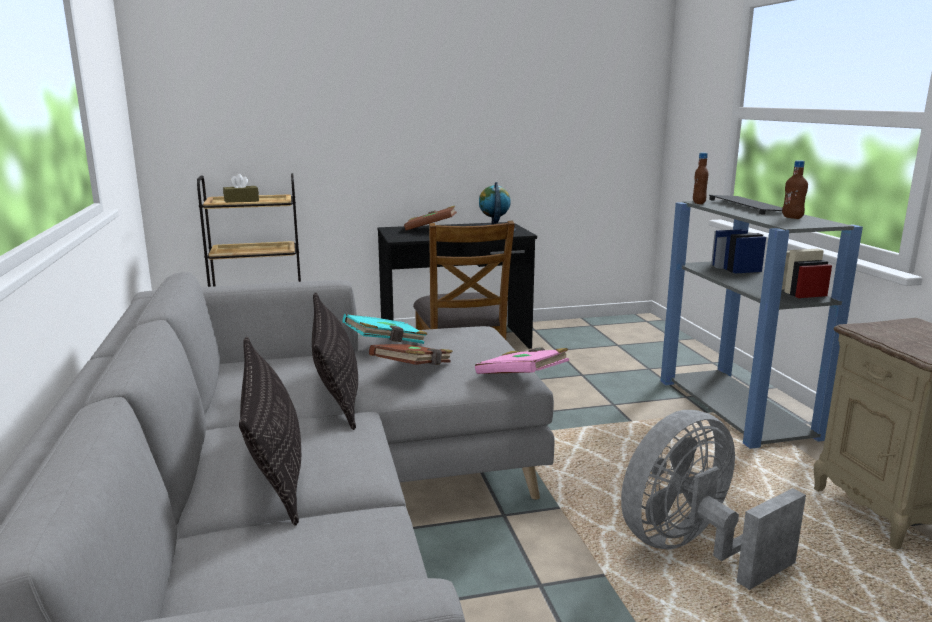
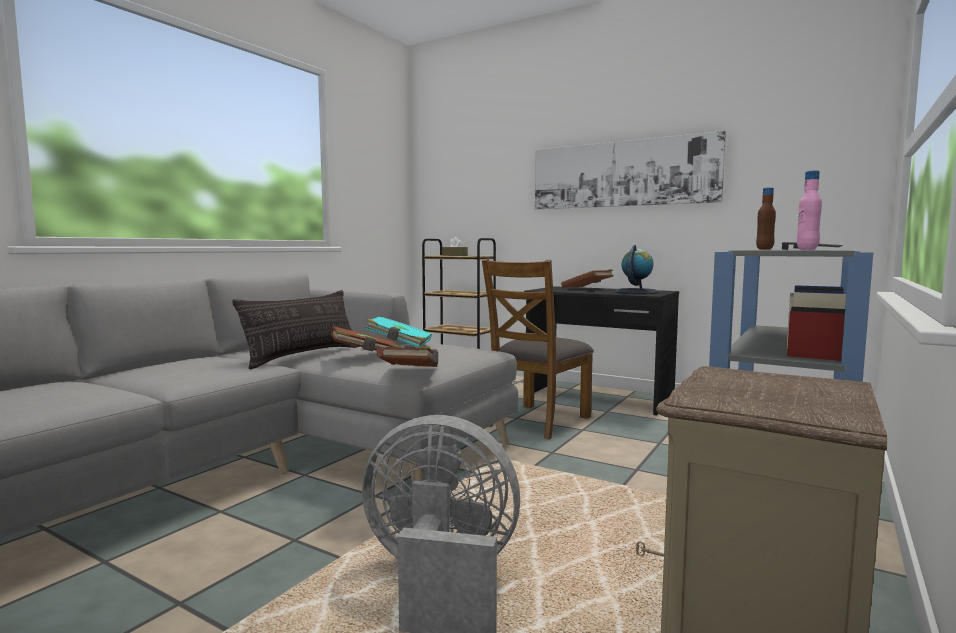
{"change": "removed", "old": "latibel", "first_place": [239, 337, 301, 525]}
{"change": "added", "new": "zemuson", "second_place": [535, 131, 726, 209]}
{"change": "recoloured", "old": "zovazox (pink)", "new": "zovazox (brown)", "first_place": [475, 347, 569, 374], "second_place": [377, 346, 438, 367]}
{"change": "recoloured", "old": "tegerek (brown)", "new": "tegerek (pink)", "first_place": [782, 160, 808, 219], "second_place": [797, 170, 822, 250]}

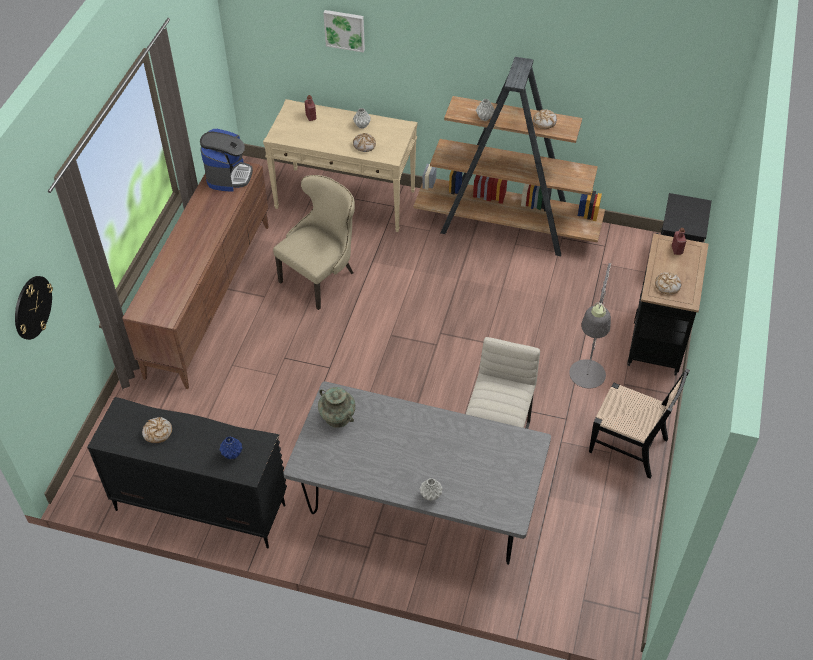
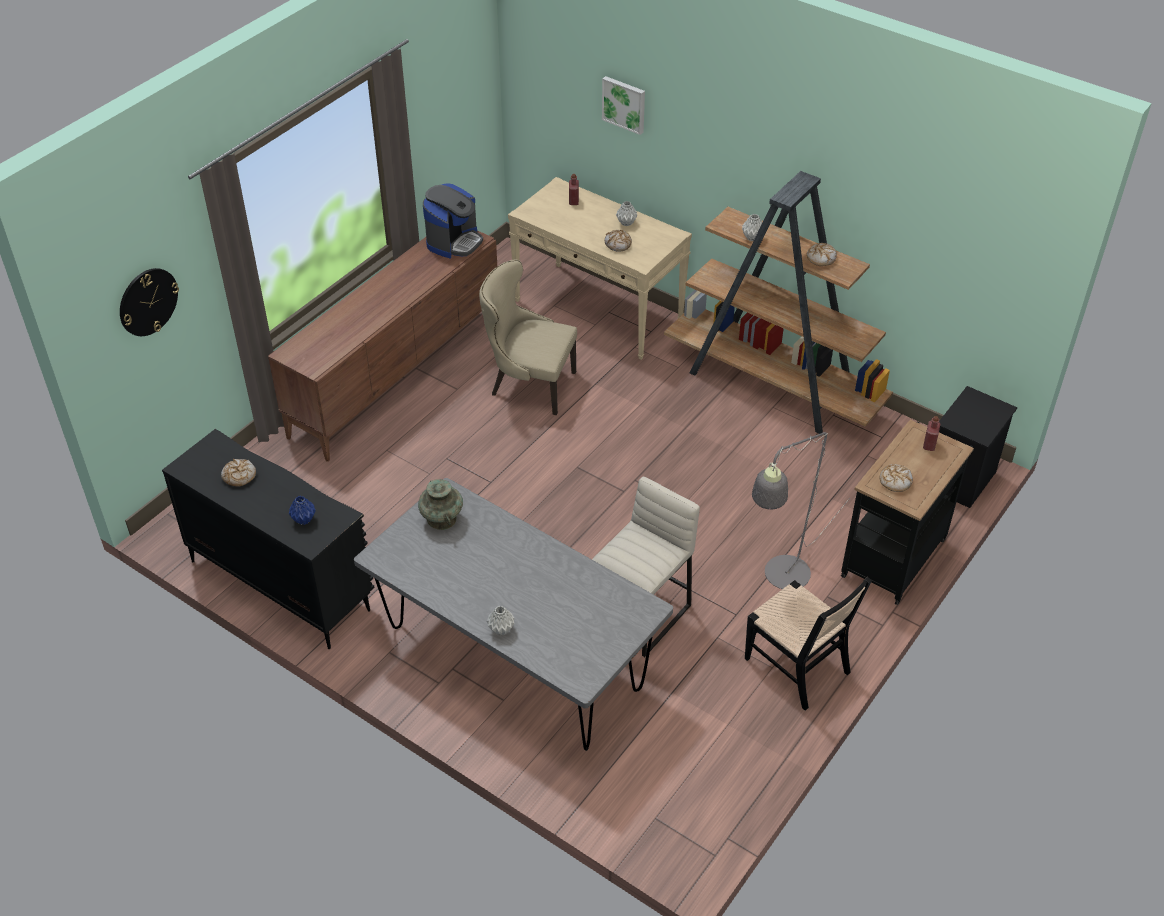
{"change": "turned", "old": "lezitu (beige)", "first_place": [273, 175, 355, 310], "second_place": [479, 259, 577, 415], "degrees": -135}

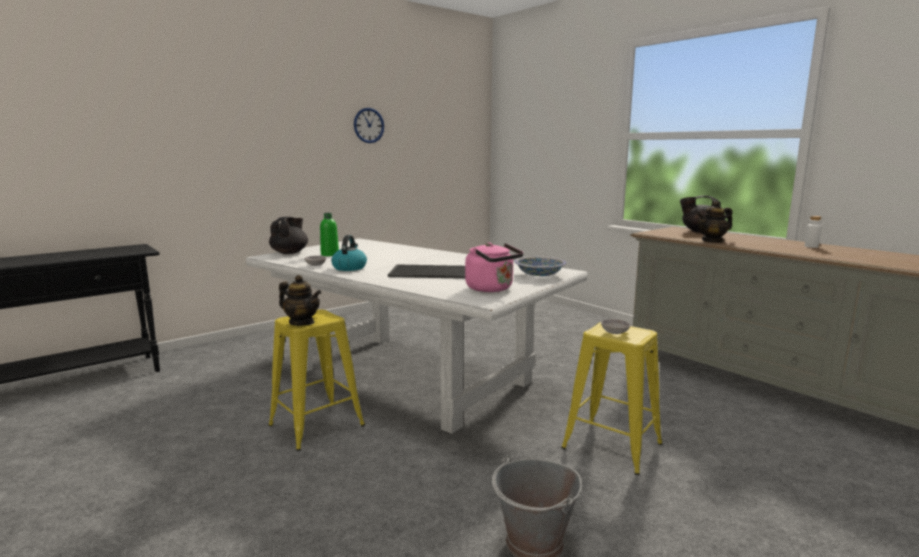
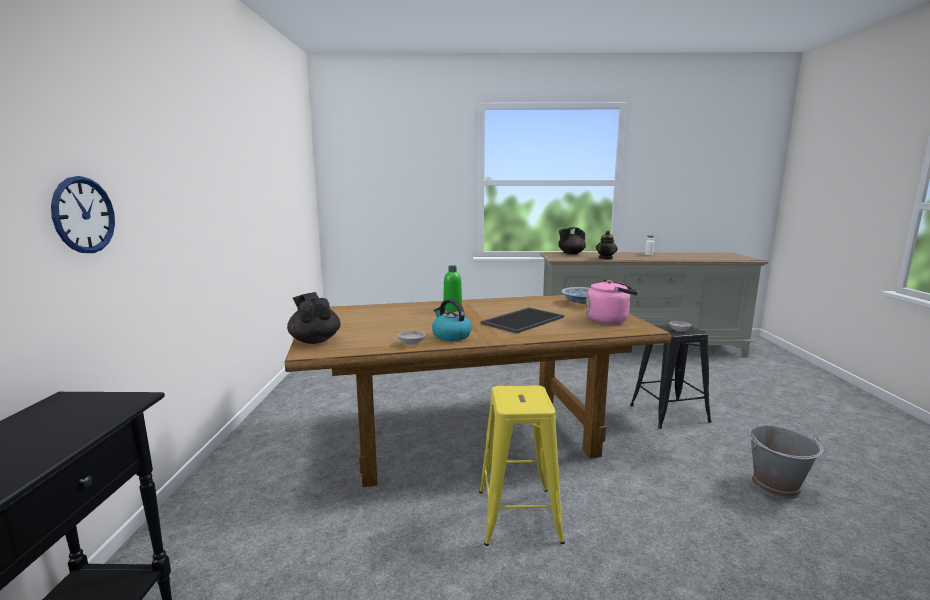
{"change": "removed", "old": "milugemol", "first_place": [279, 275, 321, 326]}
{"change": "moved", "old": "tegerek (green)", "first_place": [320, 213, 339, 256], "second_place": [443, 265, 462, 312]}
{"change": "moved", "old": "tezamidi", "first_place": [354, 108, 384, 143], "second_place": [51, 176, 115, 253]}
{"change": "recoloured", "old": "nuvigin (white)", "new": "nuvigin (brown)", "first_place": [246, 238, 587, 434], "second_place": [285, 295, 671, 487]}
{"change": "recoloured", "old": "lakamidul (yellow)", "new": "lakamidul (black)", "first_place": [561, 322, 662, 475], "second_place": [630, 324, 712, 429]}

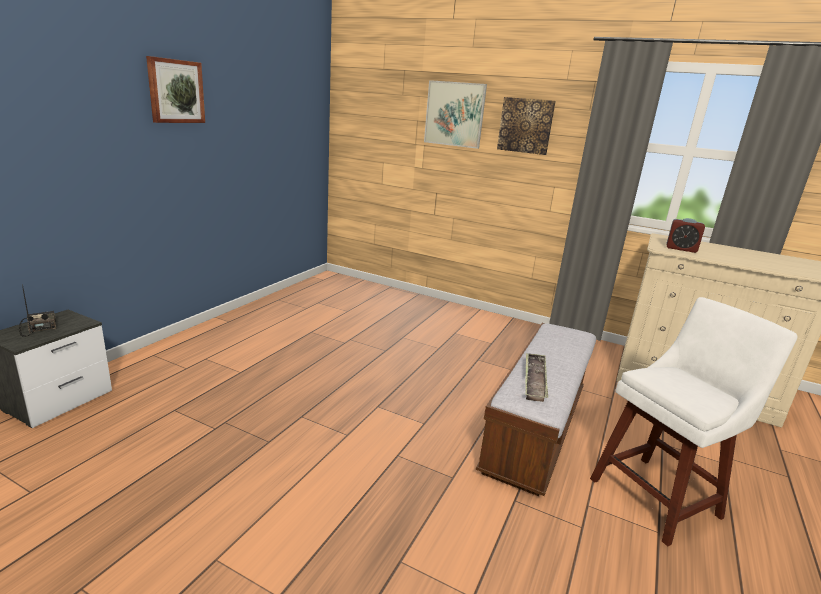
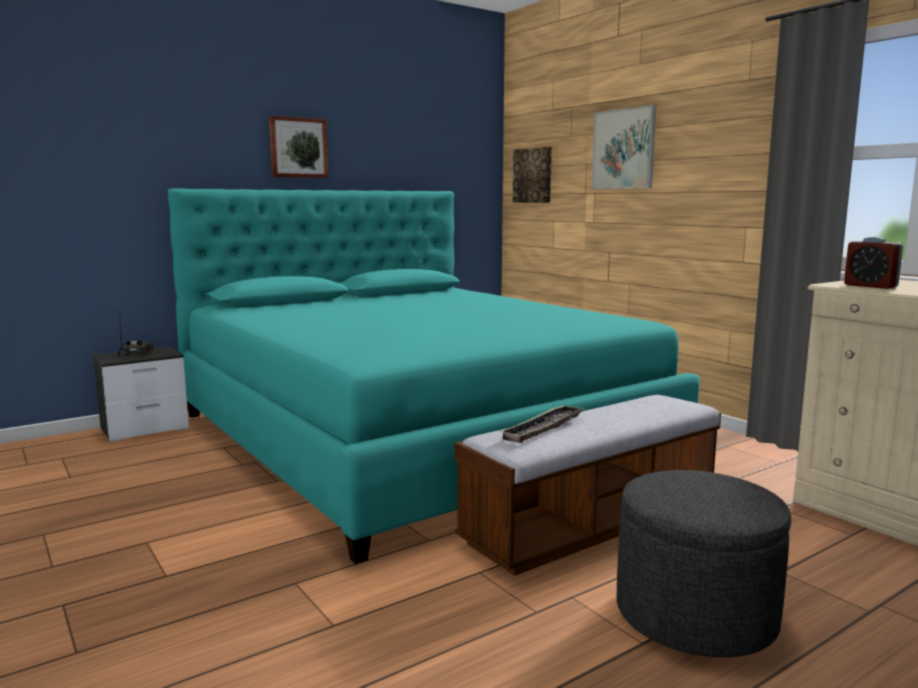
{"change": "added", "new": "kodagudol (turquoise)", "second_place": [168, 188, 700, 564]}
{"change": "moved", "old": "zemuson", "first_place": [497, 97, 556, 155], "second_place": [512, 147, 552, 203]}
{"change": "replaced", "old": "lezitu (white)", "new": "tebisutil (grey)", "first_place": [590, 297, 797, 547], "second_place": [617, 470, 791, 657]}

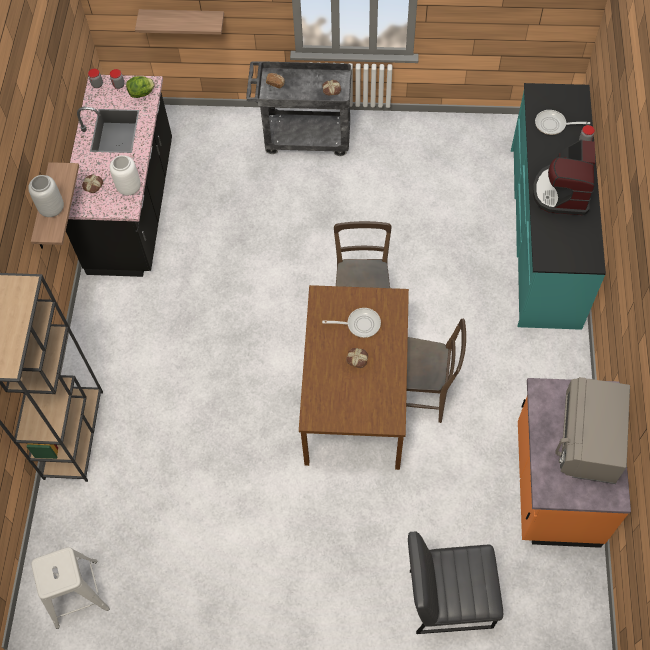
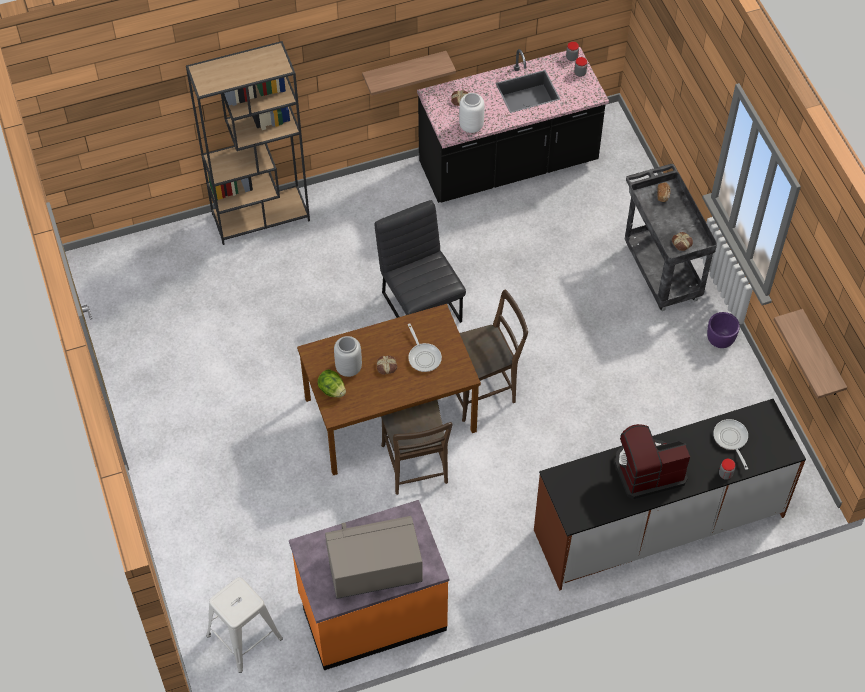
{"change": "added", "new": "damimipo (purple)", "second_place": [707, 312, 740, 348]}
{"change": "moved", "old": "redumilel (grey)", "first_place": [28, 175, 64, 217], "second_place": [334, 336, 362, 377]}
{"change": "moved", "old": "lakamidul (white)", "first_place": [31, 547, 110, 629], "second_place": [206, 577, 283, 673]}
{"change": "moved", "old": "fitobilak", "first_place": [126, 76, 155, 98], "second_place": [317, 369, 346, 397]}
{"change": "moved", "old": "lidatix", "first_place": [135, 9, 224, 35], "second_place": [774, 309, 847, 399]}
{"change": "moved", "old": "lezitu (grey)", "first_place": [408, 531, 503, 634], "second_place": [375, 200, 466, 323]}
{"change": "recoloured", "old": "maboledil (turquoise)", "new": "maboledil (brown)", "first_place": [511, 83, 606, 330], "second_place": [534, 399, 806, 590]}

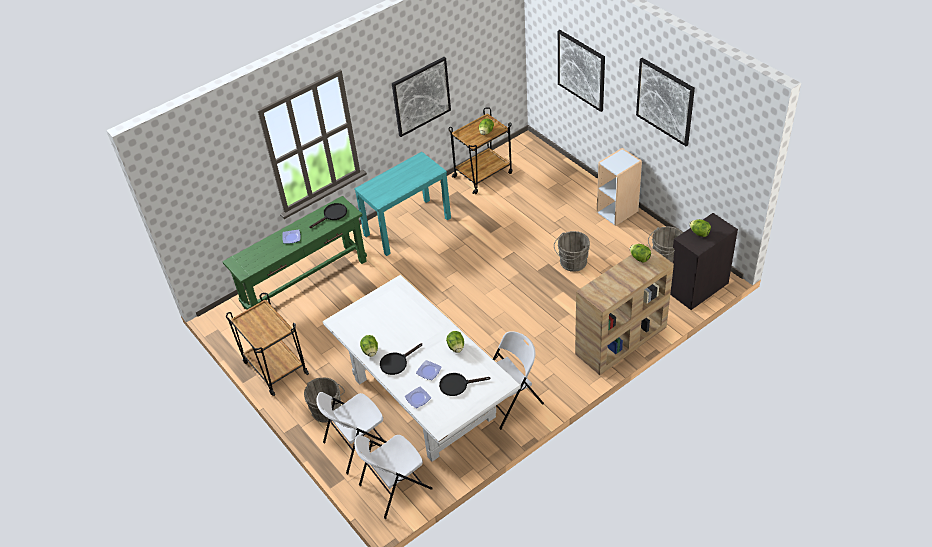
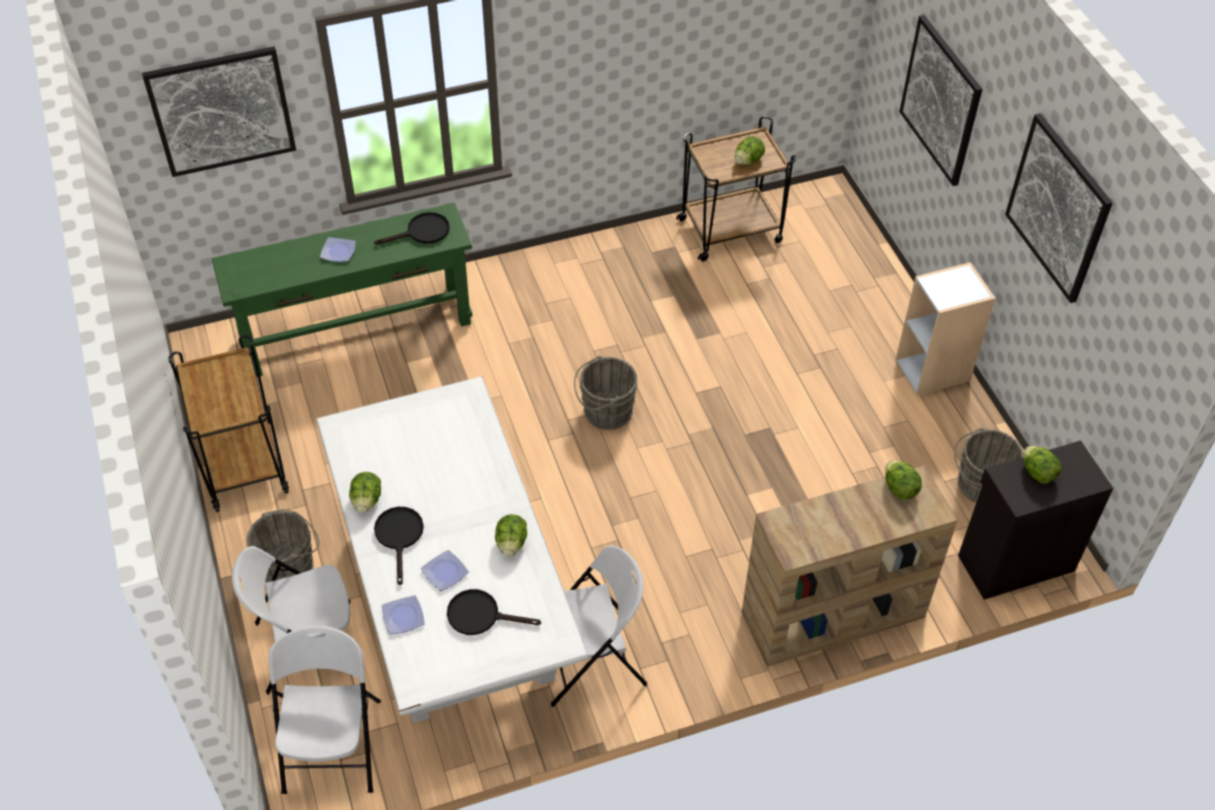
{"change": "removed", "old": "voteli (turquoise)", "first_place": [354, 152, 451, 256]}
{"change": "moved", "old": "zemuson", "first_place": [392, 57, 451, 137], "second_place": [142, 46, 296, 177]}
{"change": "moved", "old": "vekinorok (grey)", "first_place": [554, 231, 590, 272], "second_place": [574, 356, 638, 430]}
{"change": "turned", "old": "lezitu (white)", "first_place": [354, 435, 432, 519], "second_place": [268, 626, 381, 794], "degrees": 105}
{"change": "turned", "old": "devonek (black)", "first_place": [380, 343, 422, 375], "second_place": [374, 507, 424, 585], "degrees": 105}

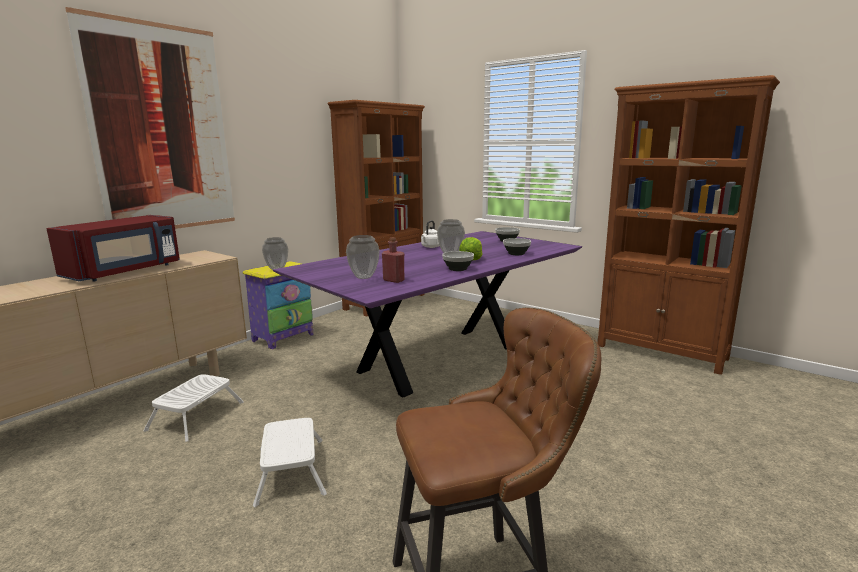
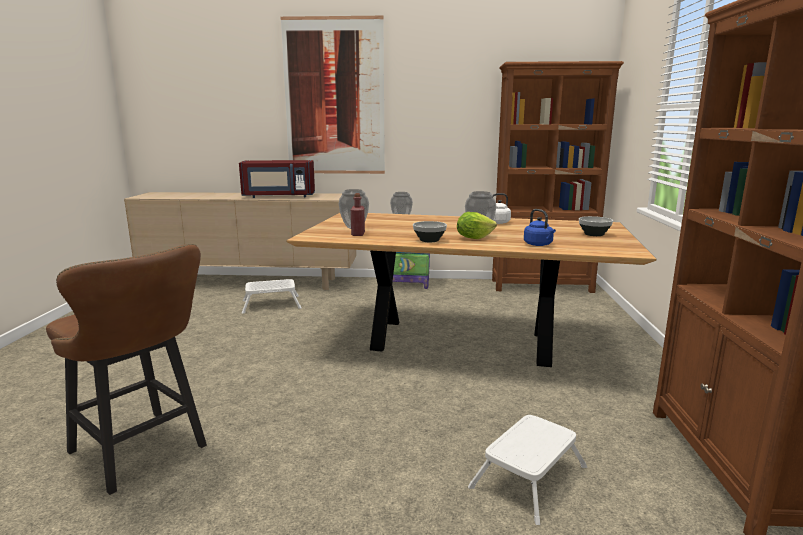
{"change": "moved", "old": "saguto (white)", "first_place": [253, 418, 327, 507], "second_place": [468, 415, 588, 525]}
{"change": "replaced", "old": "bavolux", "new": "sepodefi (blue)", "first_place": [503, 238, 531, 255], "second_place": [524, 209, 556, 246]}
{"change": "recoloured", "old": "nuvigin (purple)", "new": "nuvigin (brown)", "first_place": [273, 231, 582, 397], "second_place": [286, 213, 656, 367]}

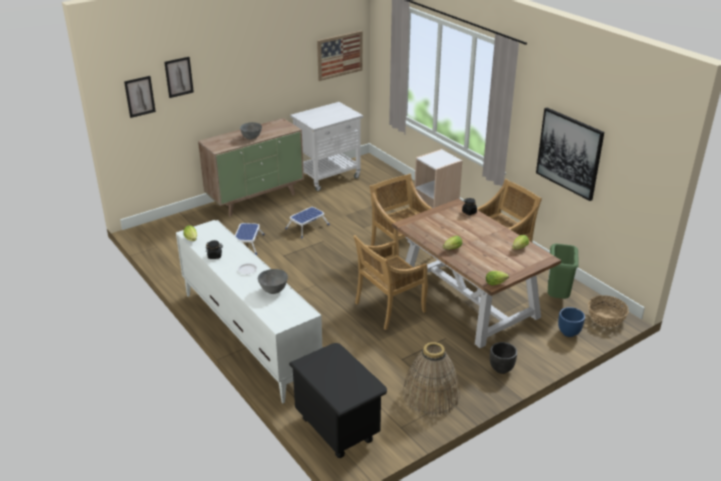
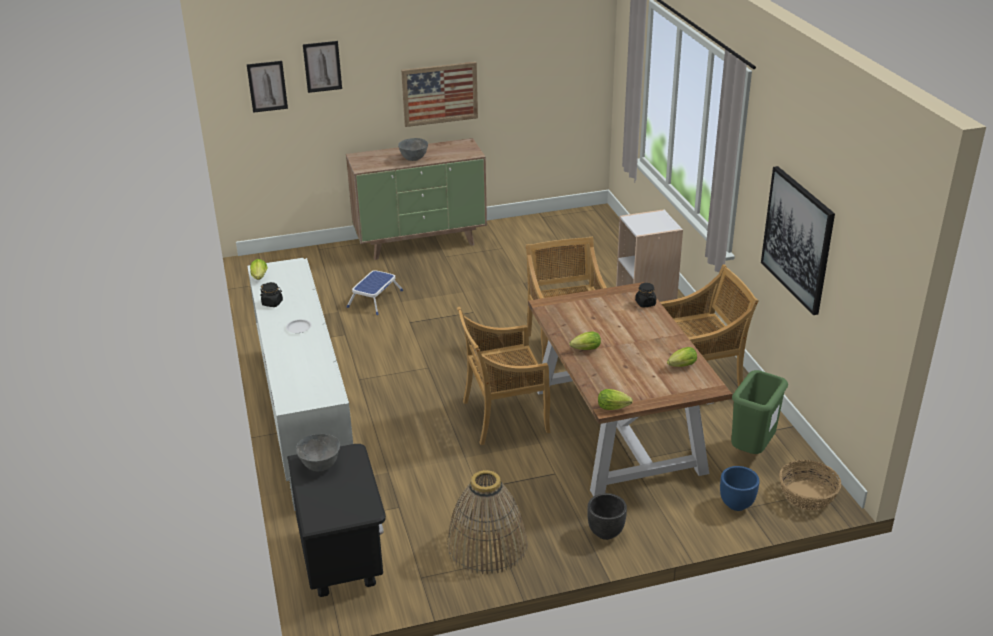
{"change": "removed", "old": "saguto (blue)", "first_place": [285, 207, 330, 239]}
{"change": "removed", "old": "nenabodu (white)", "first_place": [290, 102, 363, 191]}
{"change": "moved", "old": "bavolux (grey)", "first_place": [258, 269, 288, 294], "second_place": [296, 434, 340, 471]}
{"change": "moved", "old": "zemuson", "first_place": [317, 31, 363, 81], "second_place": [401, 62, 478, 127]}

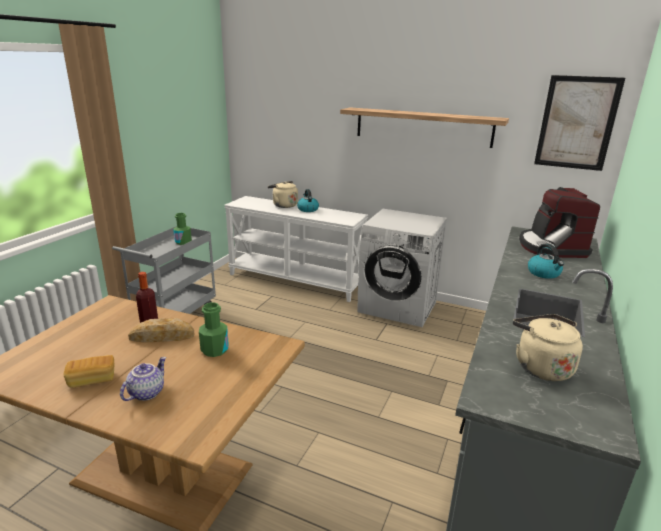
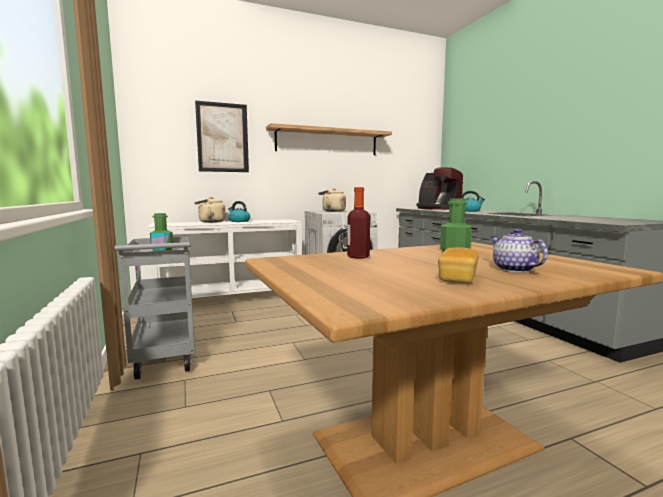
{"change": "removed", "old": "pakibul", "first_place": [128, 318, 194, 343]}
{"change": "moved", "old": "sepodefi (beige)", "first_place": [513, 314, 583, 381], "second_place": [318, 188, 346, 212]}
{"change": "moved", "old": "zemuson", "first_place": [534, 75, 625, 171], "second_place": [195, 101, 249, 172]}

